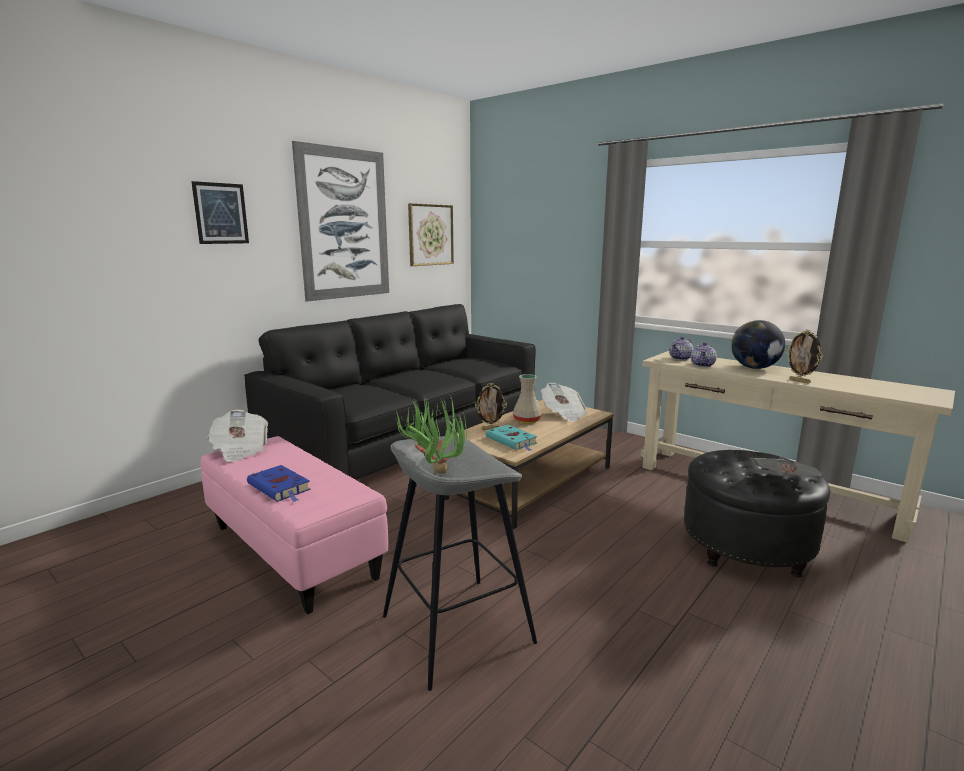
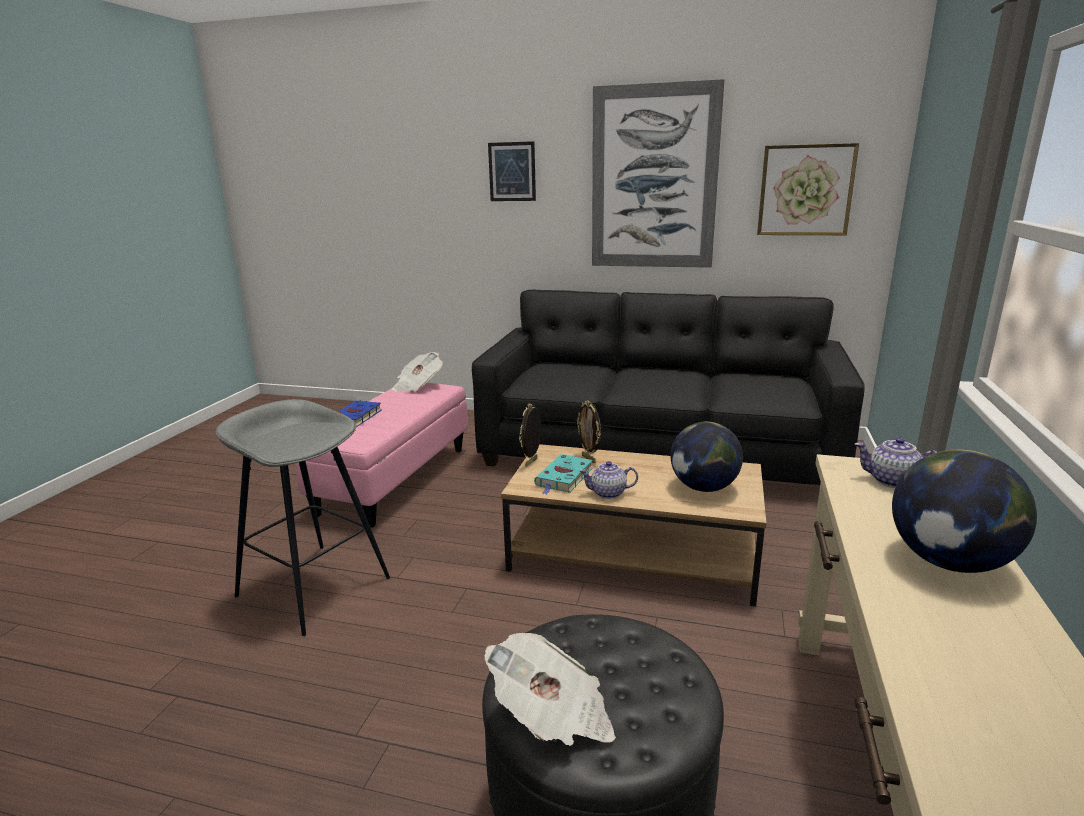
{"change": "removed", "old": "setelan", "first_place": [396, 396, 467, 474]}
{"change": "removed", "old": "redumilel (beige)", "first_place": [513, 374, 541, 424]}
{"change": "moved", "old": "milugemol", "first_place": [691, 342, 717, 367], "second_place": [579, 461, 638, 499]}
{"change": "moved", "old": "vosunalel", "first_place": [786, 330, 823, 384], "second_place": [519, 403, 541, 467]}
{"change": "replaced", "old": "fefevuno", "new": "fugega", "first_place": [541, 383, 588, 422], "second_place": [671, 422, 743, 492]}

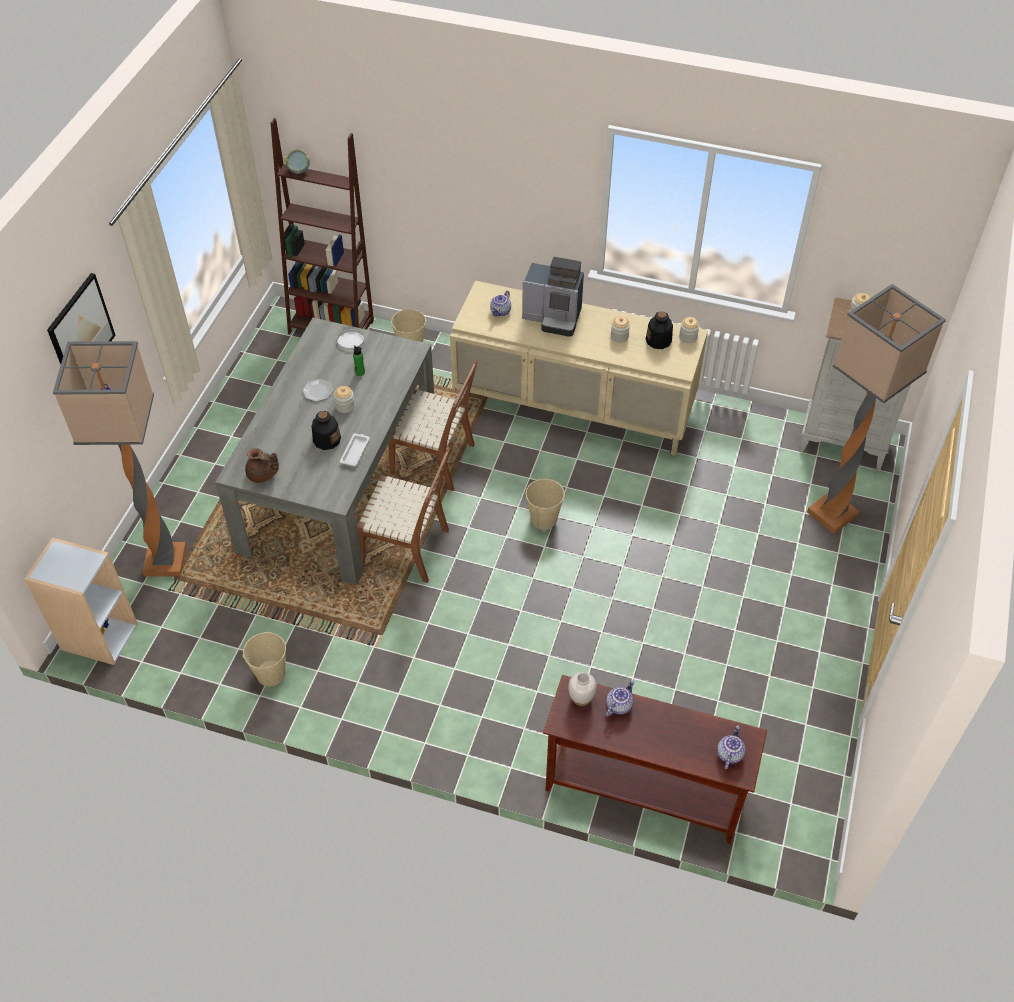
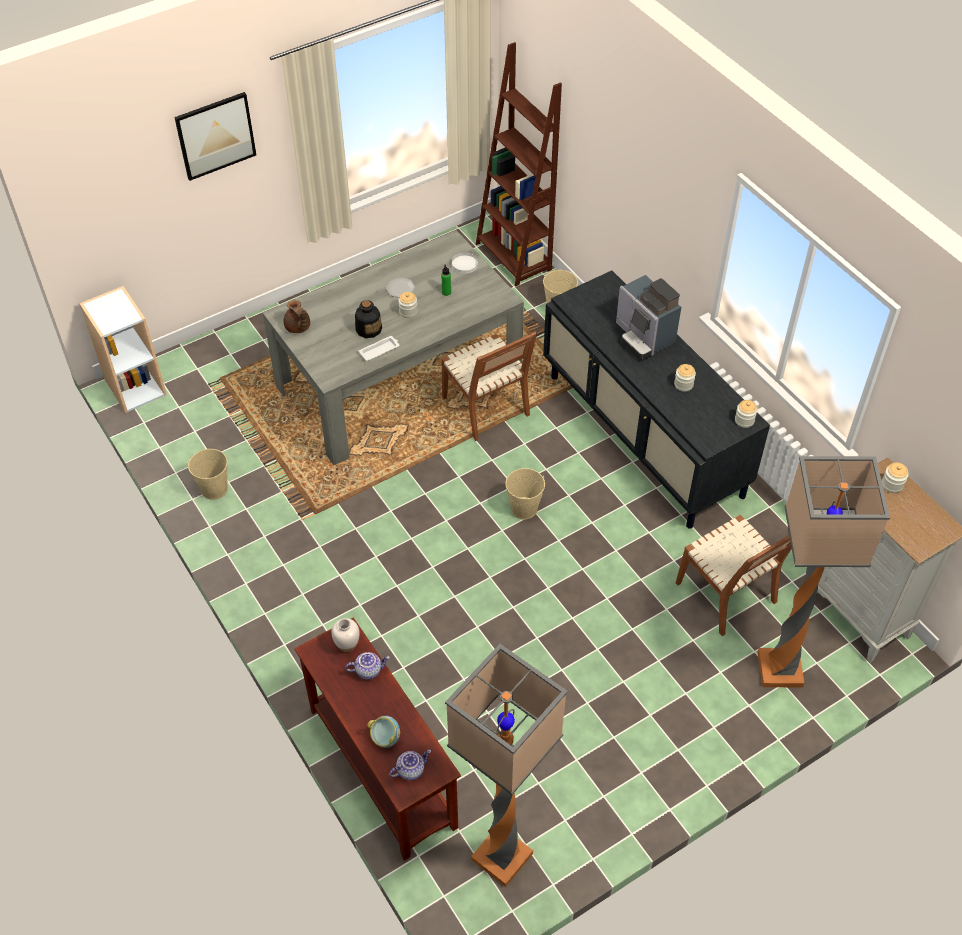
{"change": "removed", "old": "milugemol", "first_place": [490, 291, 511, 316]}
{"change": "removed", "old": "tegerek", "first_place": [646, 311, 673, 349]}
{"change": "moved", "old": "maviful", "first_place": [53, 341, 187, 577], "second_place": [445, 644, 568, 887]}
{"change": "moved", "old": "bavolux", "first_place": [284, 149, 310, 174], "second_place": [367, 716, 401, 748]}
{"change": "moved", "old": "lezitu", "first_place": [357, 447, 450, 583], "second_place": [676, 515, 792, 636]}
{"change": "recoloured", "old": "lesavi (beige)", "new": "lesavi (black)", "first_place": [450, 281, 708, 455], "second_place": [543, 271, 770, 528]}

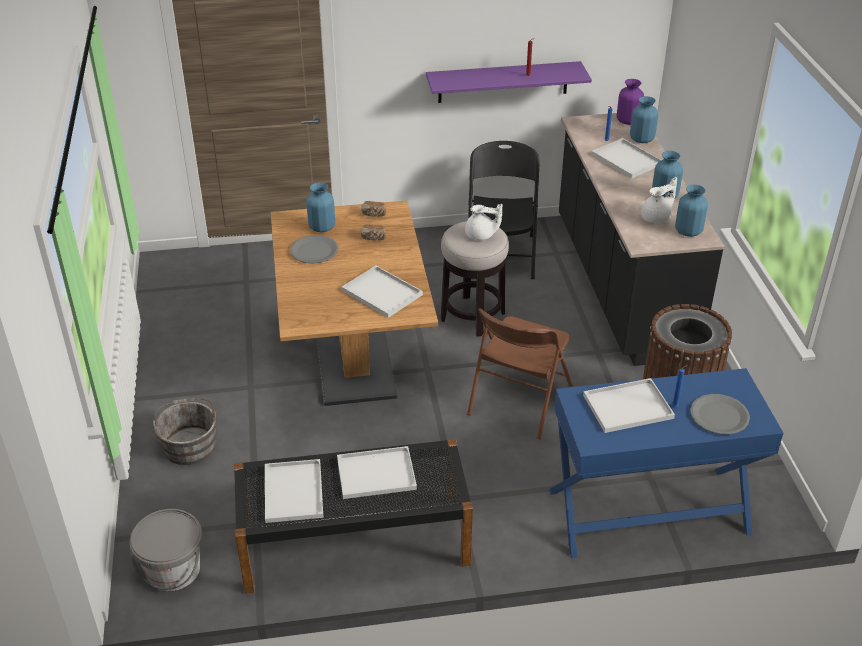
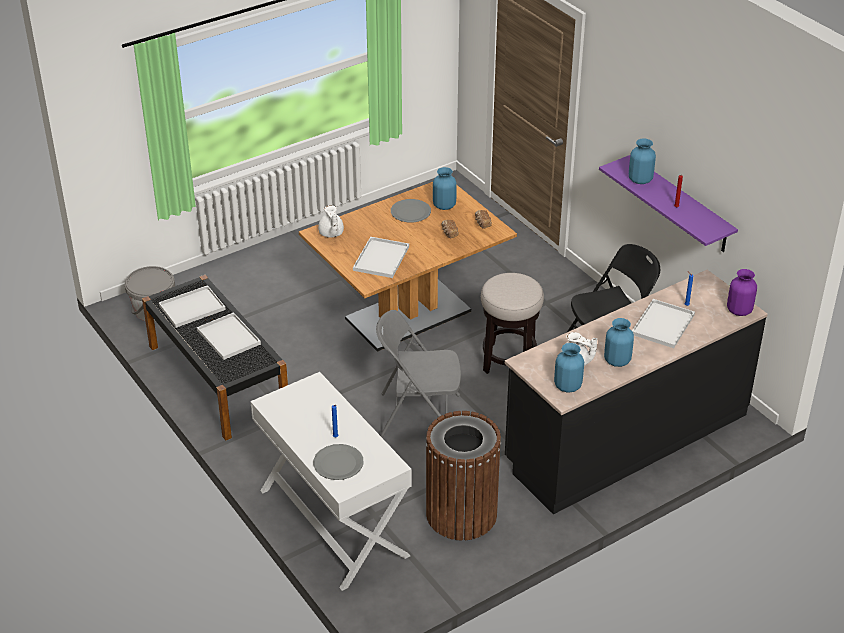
{"change": "removed", "old": "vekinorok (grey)", "first_place": [153, 397, 217, 465]}
{"change": "removed", "old": "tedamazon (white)", "first_place": [583, 378, 675, 433]}
{"change": "moved", "old": "milugemol (white)", "first_place": [465, 204, 502, 240], "second_place": [318, 205, 344, 238]}
{"change": "moved", "old": "redumilel (blue)", "first_place": [630, 96, 658, 143], "second_place": [629, 138, 656, 184]}
{"change": "recoloured", "old": "lezitu (brown)", "new": "lezitu (grey)", "first_place": [467, 309, 572, 440], "second_place": [376, 310, 461, 438]}
{"change": "recoloured", "old": "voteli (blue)", "new": "voteli (white)", "first_place": [549, 368, 784, 558], "second_place": [250, 372, 412, 591]}

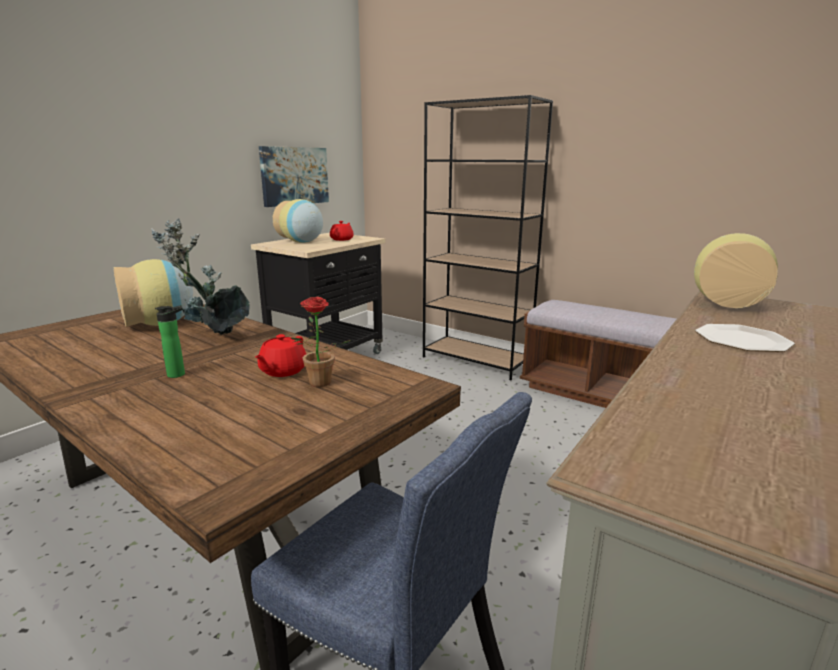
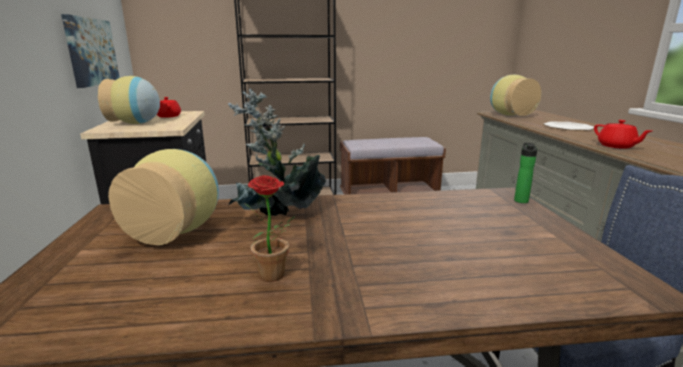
{"change": "moved", "old": "tegerek", "first_place": [155, 305, 185, 378], "second_place": [514, 143, 537, 203]}
{"change": "moved", "old": "milugemol (red)", "first_place": [255, 334, 306, 377], "second_place": [594, 120, 652, 149]}
{"change": "moved", "old": "setelan", "first_place": [291, 297, 351, 387], "second_place": [245, 175, 296, 282]}

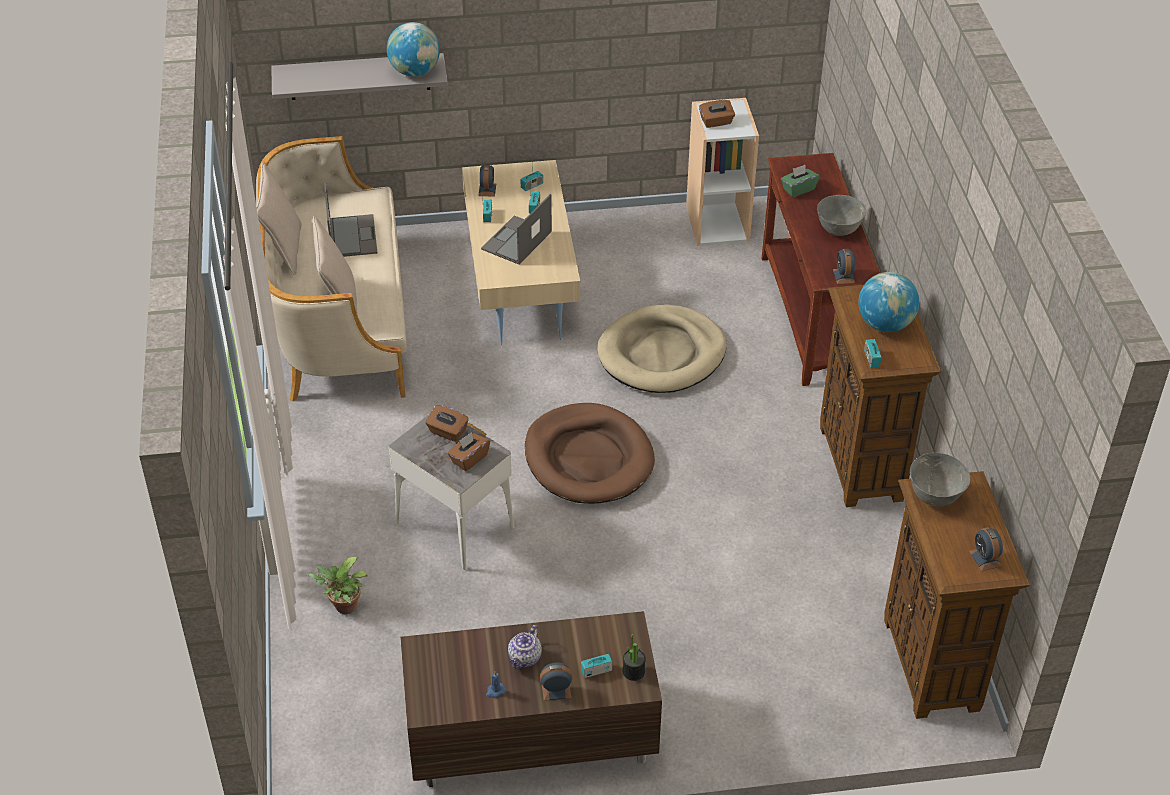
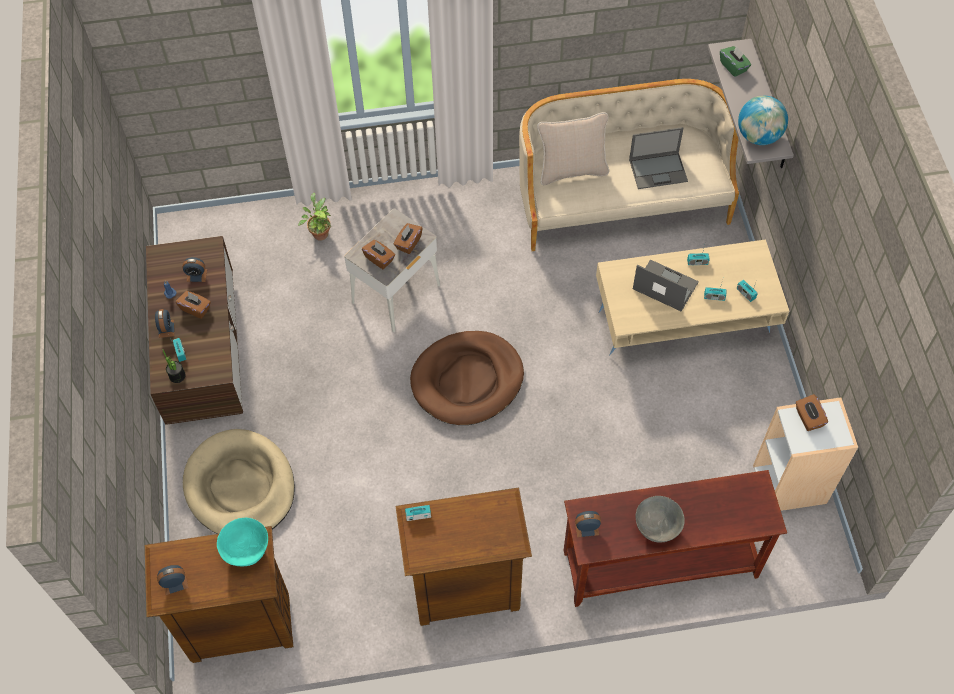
{"change": "removed", "old": "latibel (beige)", "first_place": [256, 163, 301, 275]}
{"change": "removed", "old": "fugega", "first_place": [858, 272, 919, 332]}
{"change": "moved", "old": "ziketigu", "first_place": [478, 164, 496, 197], "second_place": [182, 257, 207, 282]}
{"change": "moved", "old": "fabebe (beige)", "first_place": [597, 305, 727, 393], "second_place": [183, 429, 295, 534]}
{"change": "moved", "old": "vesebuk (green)", "first_place": [781, 165, 819, 197], "second_place": [720, 45, 751, 77]}
{"change": "replaced", "old": "milugemol", "new": "vesebuk (brown)", "first_place": [508, 625, 542, 669], "second_place": [176, 291, 211, 319]}
{"change": "recoloured", "old": "bavolux (grey)", "new": "bavolux (turquoise)", "first_place": [910, 453, 970, 507], "second_place": [217, 518, 268, 566]}

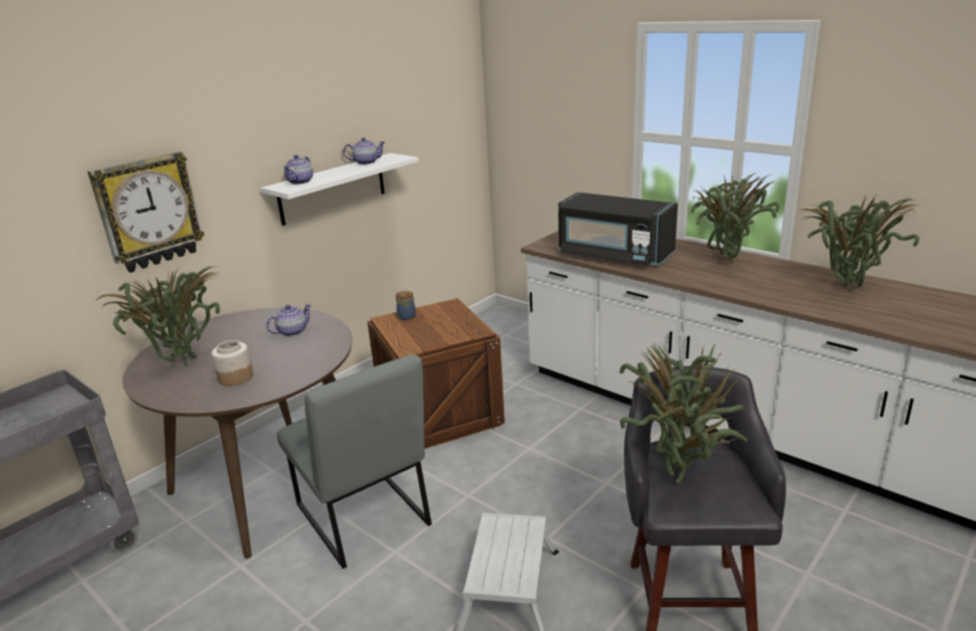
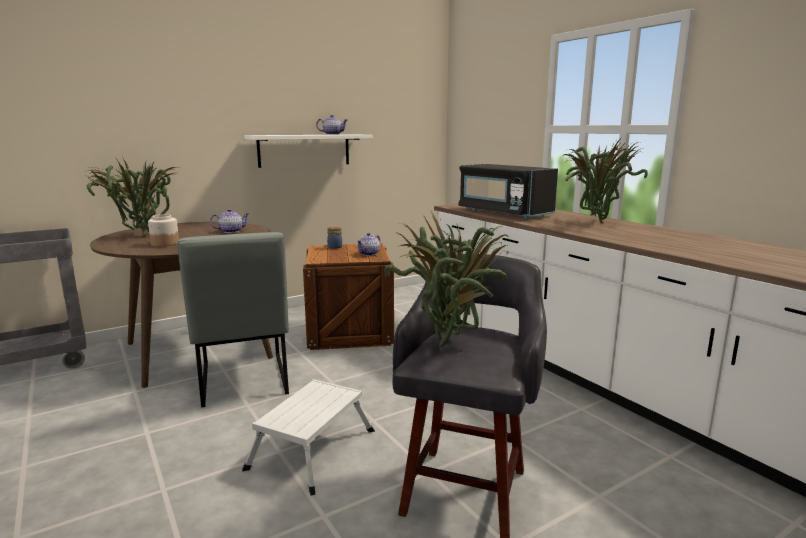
{"change": "removed", "old": "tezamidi", "first_place": [87, 152, 205, 273]}
{"change": "removed", "old": "setelan", "first_place": [797, 193, 919, 292]}
{"change": "moved", "old": "milugemol", "first_place": [283, 155, 313, 184], "second_place": [357, 233, 380, 256]}

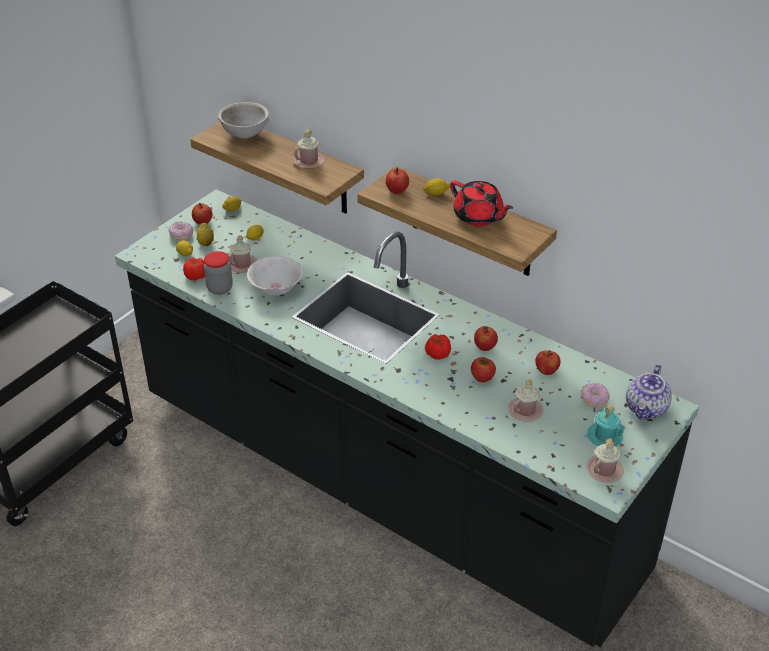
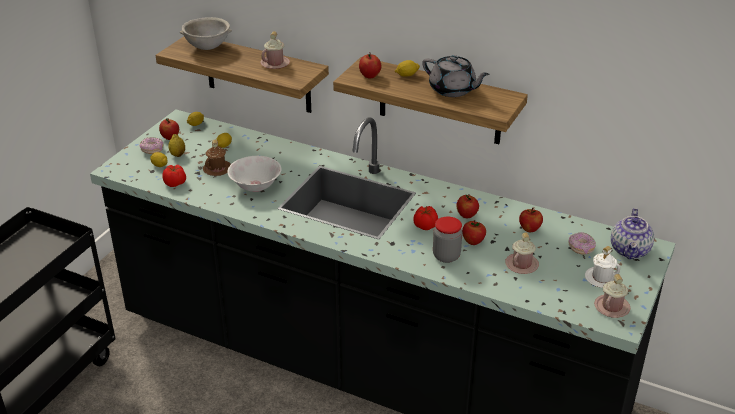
{"change": "moved", "old": "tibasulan", "first_place": [204, 251, 233, 295], "second_place": [433, 217, 463, 263]}
{"change": "recoloured", "old": "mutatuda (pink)", "new": "mutatuda (brown)", "first_place": [229, 235, 257, 273], "second_place": [203, 140, 231, 176]}
{"change": "recoloured", "old": "milugemol (red)", "new": "milugemol (grey)", "first_place": [450, 181, 513, 226], "second_place": [422, 55, 490, 97]}
{"change": "recoloured", "old": "mutatuda (turquoise)", "new": "mutatuda (white)", "first_place": [587, 405, 624, 447], "second_place": [585, 246, 620, 288]}

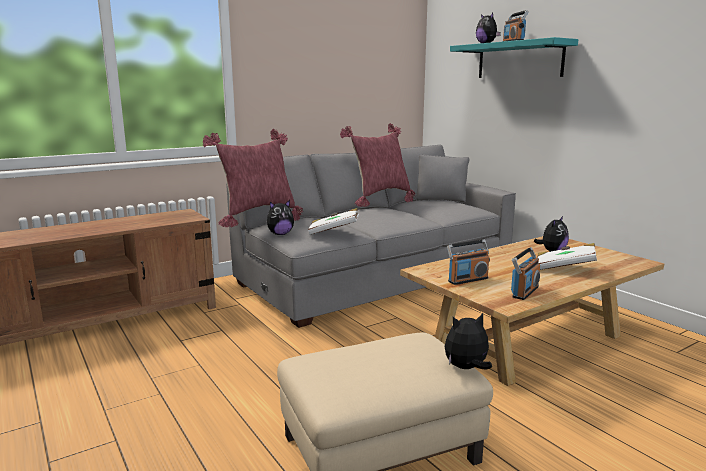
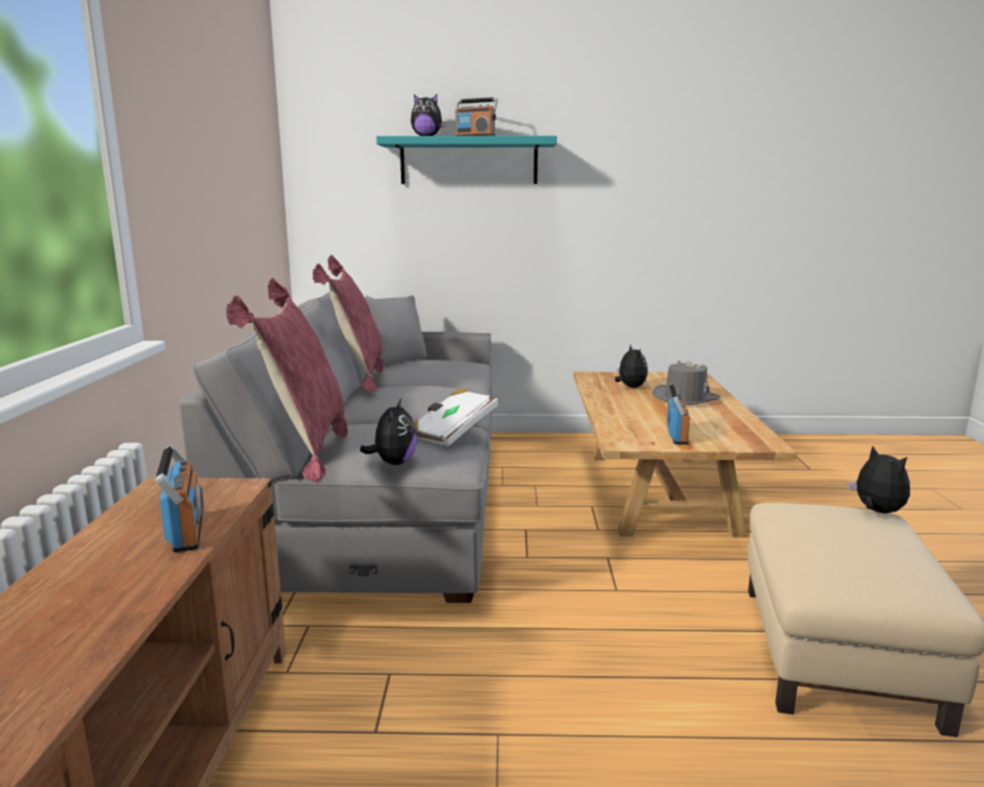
{"change": "moved", "old": "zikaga", "first_place": [511, 247, 540, 300], "second_place": [155, 444, 204, 552]}
{"change": "replaced", "old": "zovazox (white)", "new": "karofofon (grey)", "first_place": [538, 243, 597, 270], "second_place": [652, 359, 720, 405]}
{"change": "turned", "old": "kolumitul", "first_place": [445, 313, 492, 370], "second_place": [847, 446, 910, 513], "degrees": 135}

